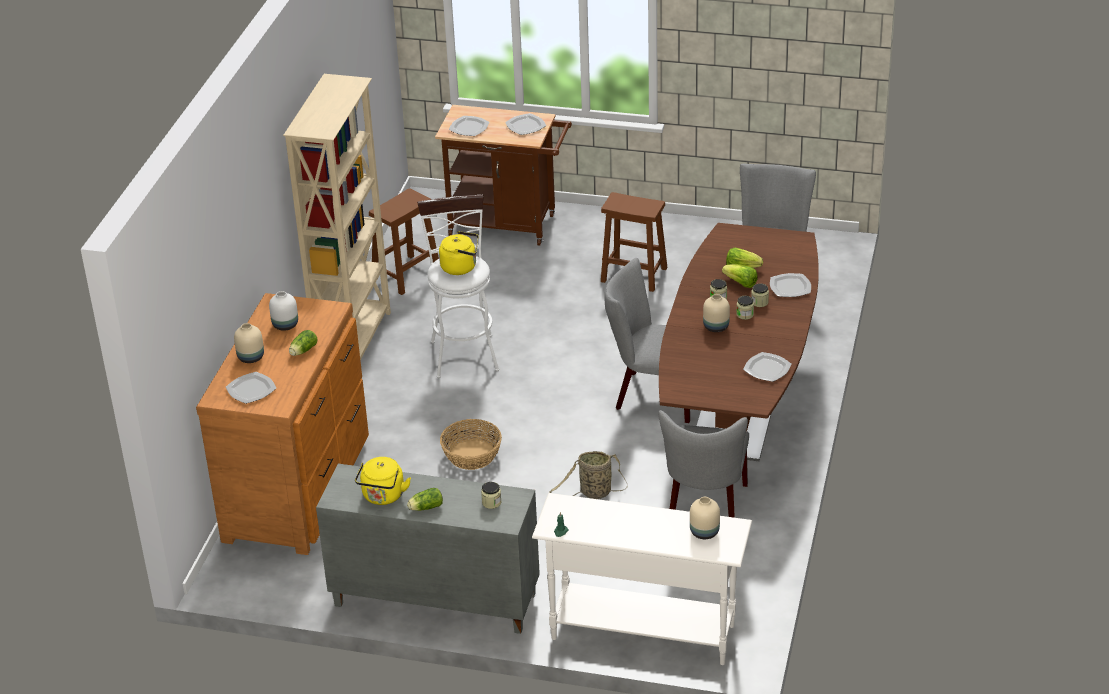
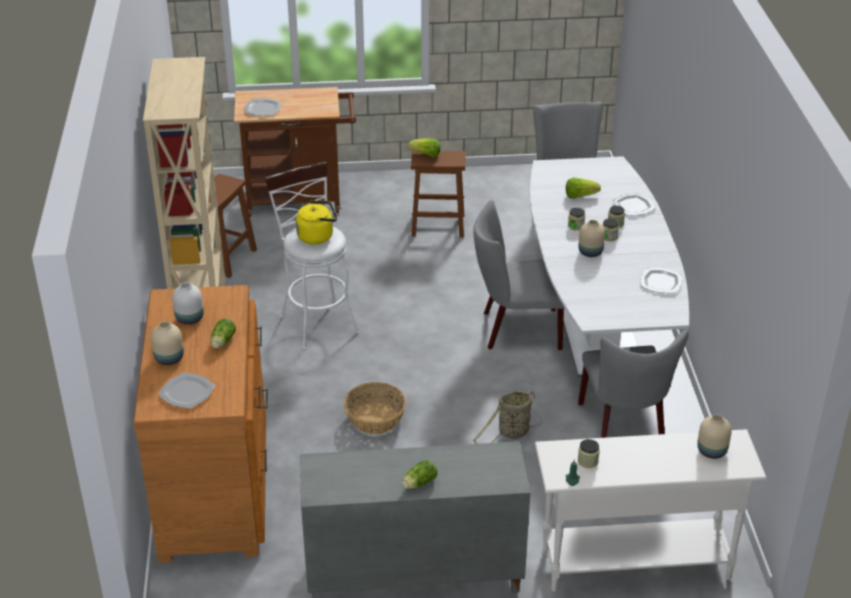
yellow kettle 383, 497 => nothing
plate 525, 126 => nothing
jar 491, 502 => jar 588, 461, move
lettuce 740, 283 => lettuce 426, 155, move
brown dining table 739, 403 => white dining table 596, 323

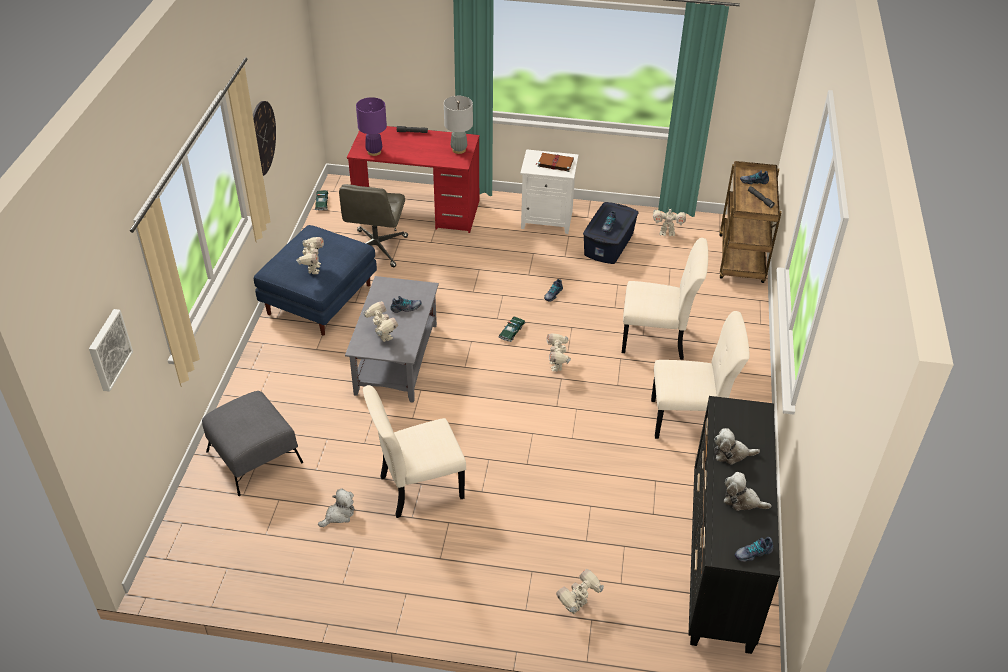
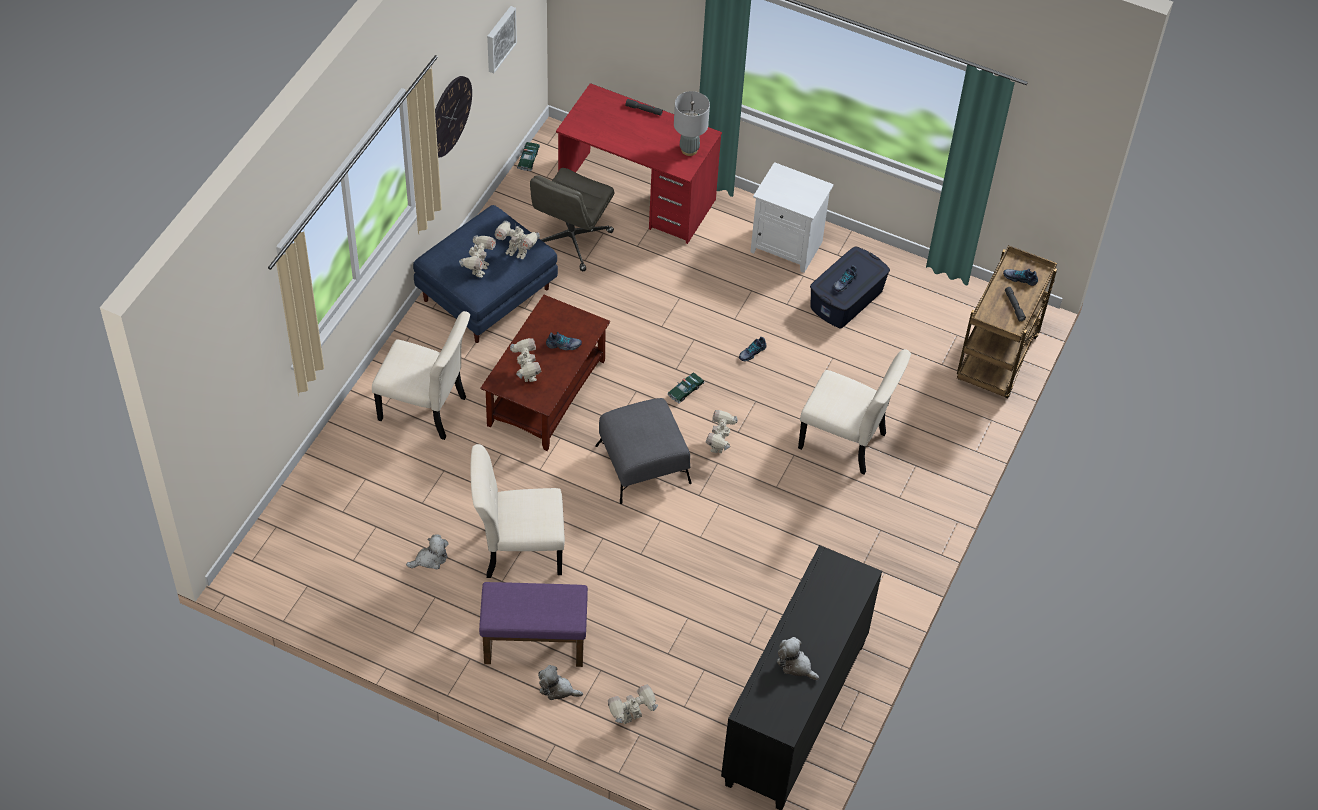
purple table lamp 374, 152 => nothing
brown book 554, 163 => nothing
shoe 752, 553 => nothing
nothing => purple ottoman 533, 644
picture 108, 349 => picture 499, 38, move
grey ottoman 254, 456 => grey ottoman 643, 463, move
beige chair 689, 420 => beige chair 426, 410, move
toy robot 667, 233 => toy robot 517, 252, move
plush toy 731, 454 => plush toy 557, 689, move
grey coffee table 396, 358 => brown coffee table 546, 392

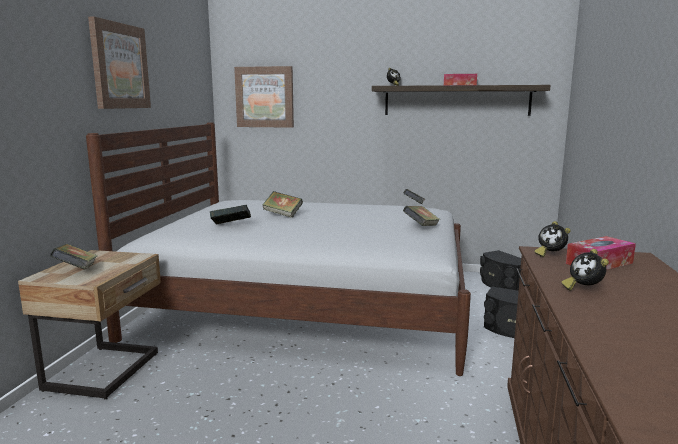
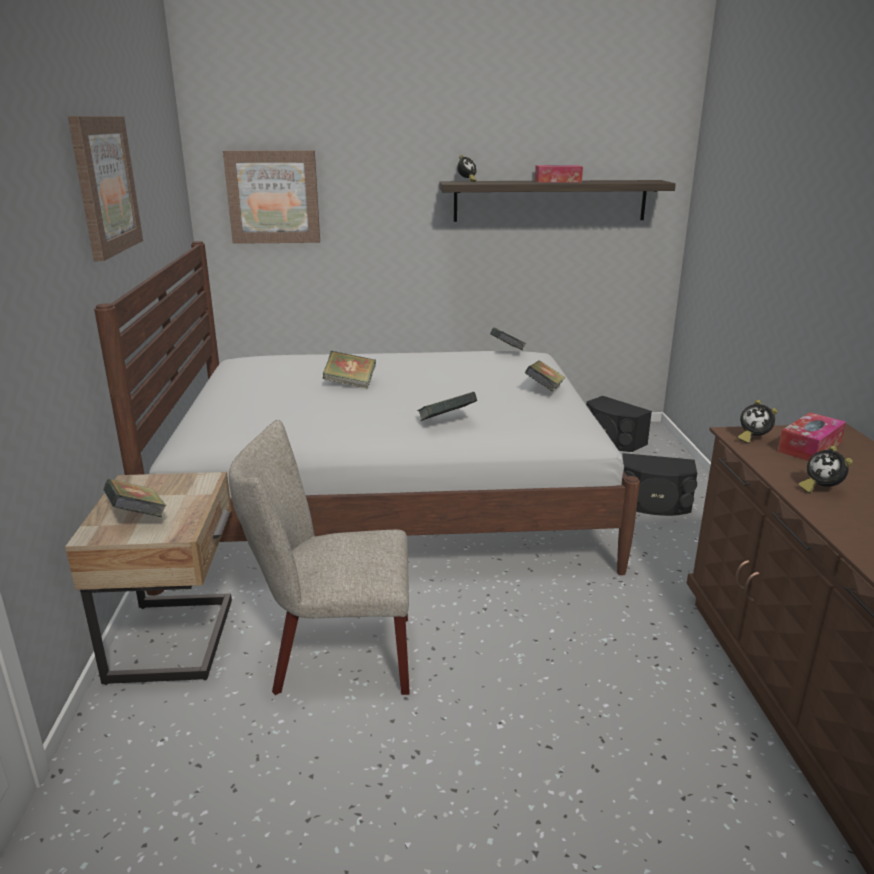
nothing => beige chair 333, 656
book 231, 226 => book 446, 422, move

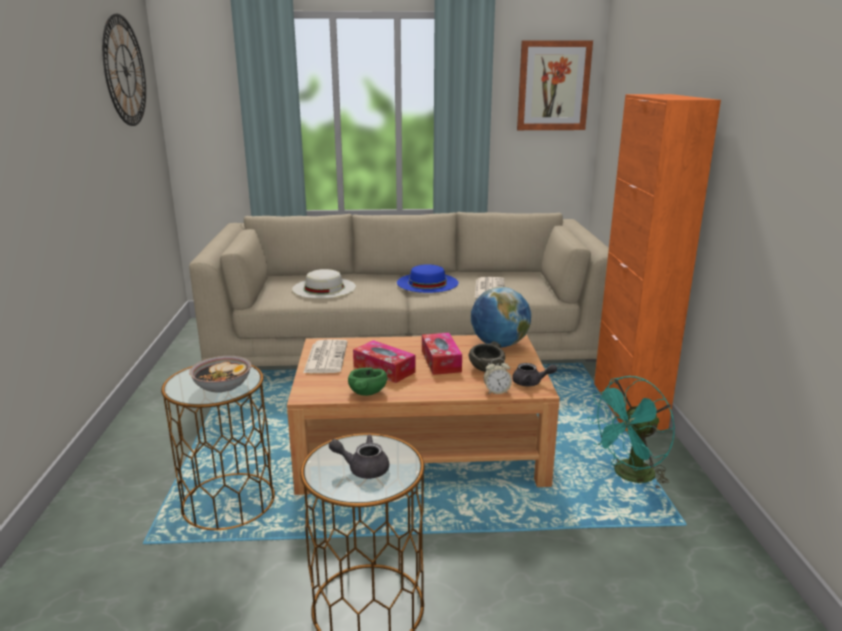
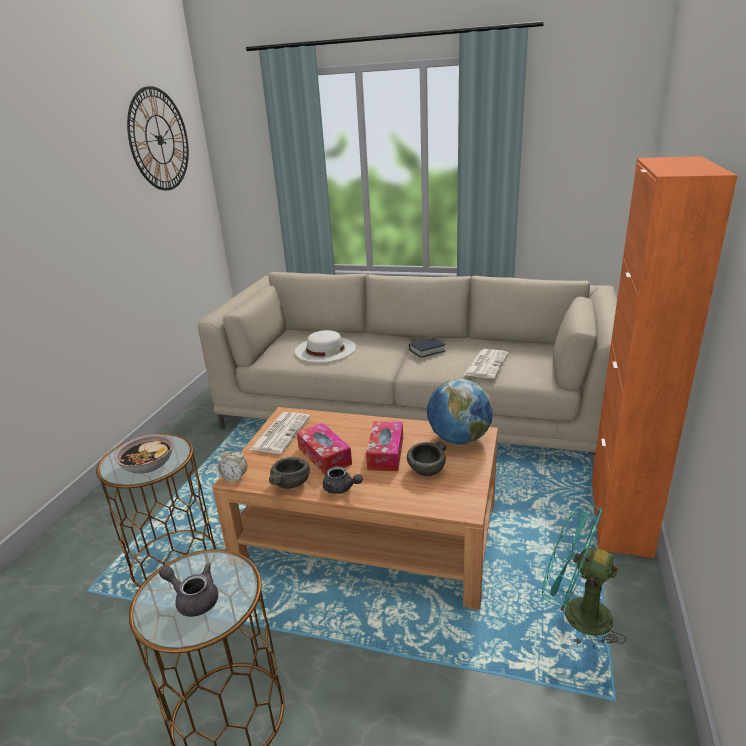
picture 553, 86 => nothing
alarm clock 496, 391 => alarm clock 234, 478, move
grey teapot 531, 383 => grey teapot 341, 489, move
blue hat 427, 282 => book 427, 351
green bowl 367, 392 => grey bowl 290, 483
turquoise fan 629, 476 => turquoise fan 575, 614, 45 degrees clockwise

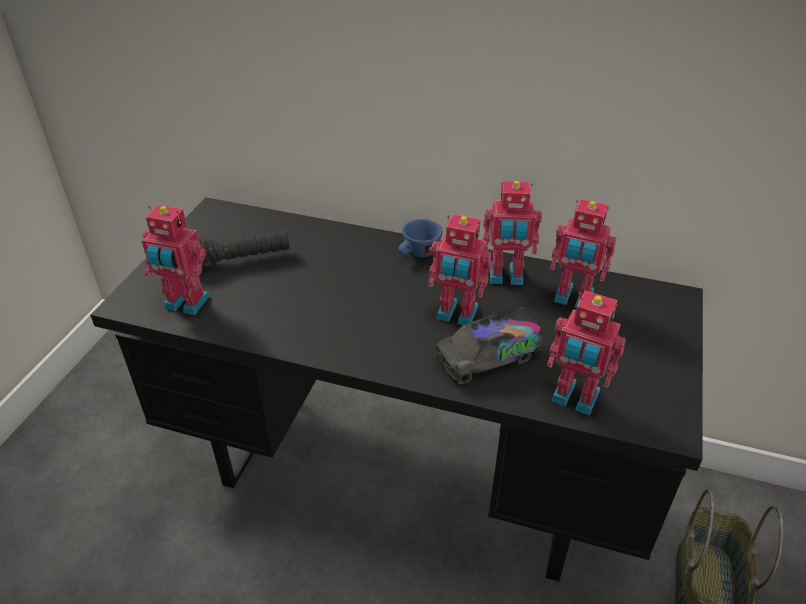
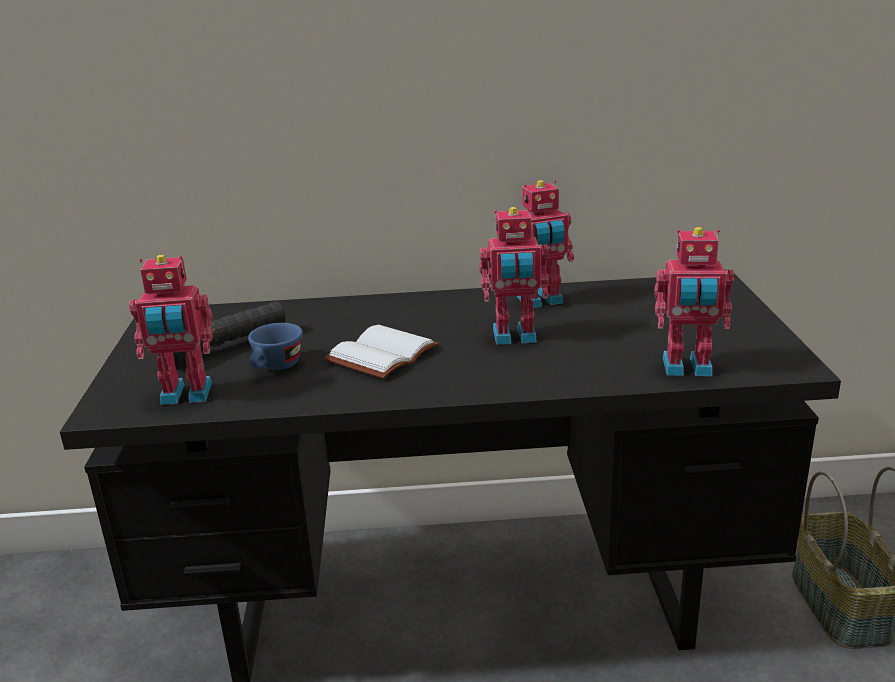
toy truck 488, 358 => nothing
toy robot 573, 298 => nothing
nothing => white book 381, 353
blue cup 418, 253 => blue cup 275, 367, move

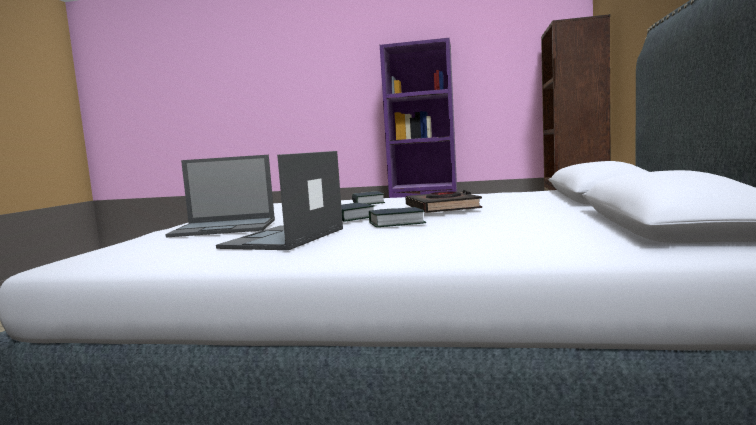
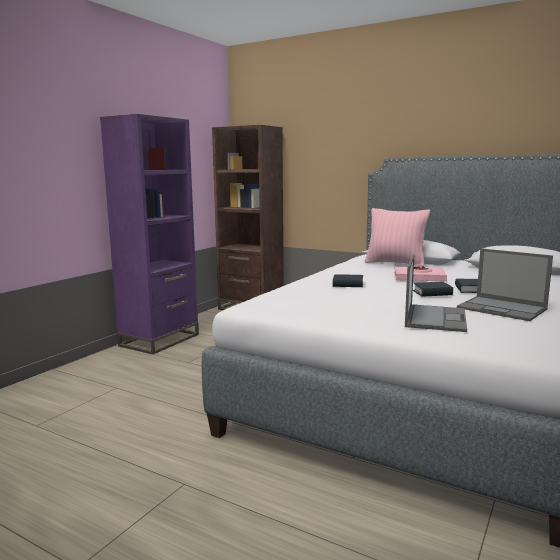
nothing => pink pillow 395, 263
black book 442, 208 => pink book 419, 278

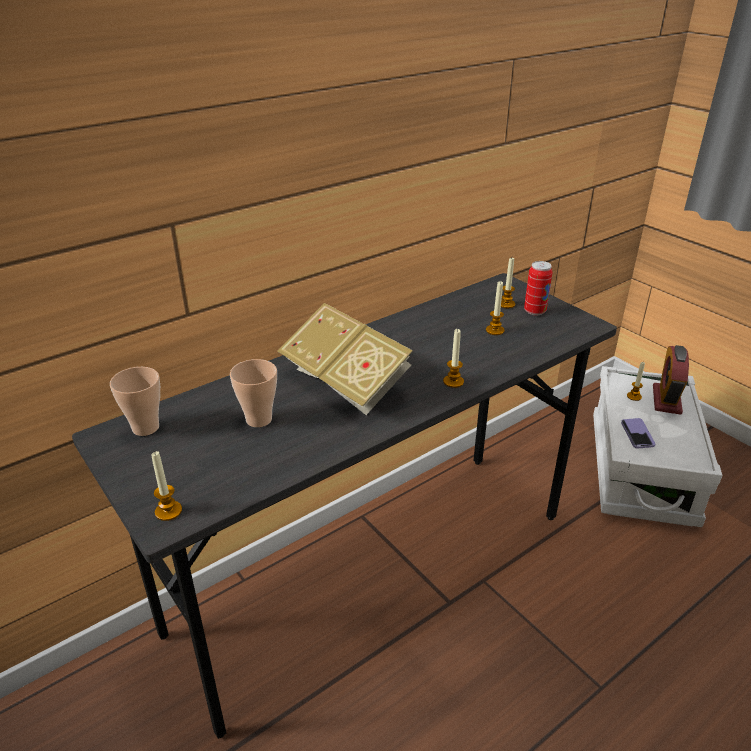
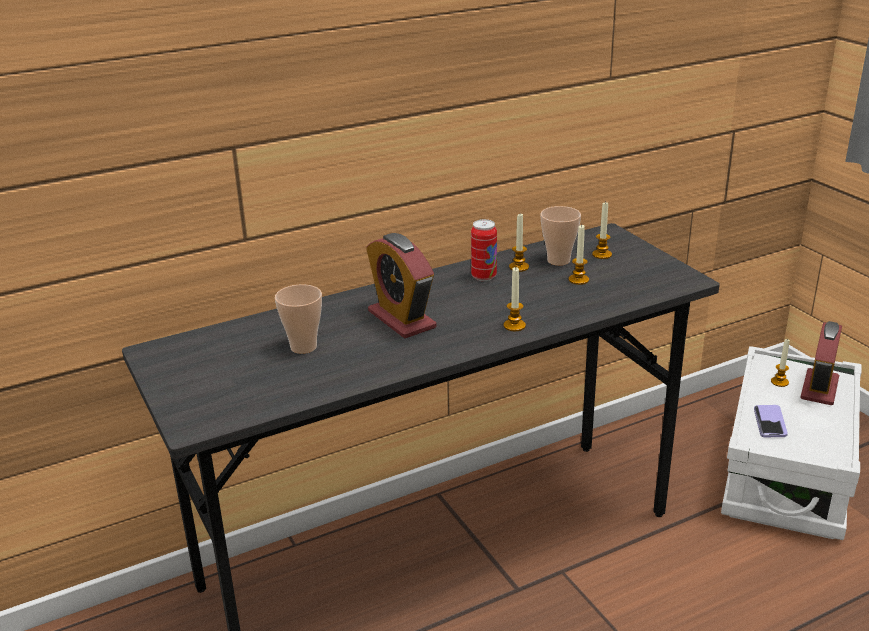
cup 145, 428 => cup 558, 260, move
candle 168, 511 => candle 519, 267, move
can 534, 311 => can 483, 277, move
book 346, 382 => alarm clock 401, 319

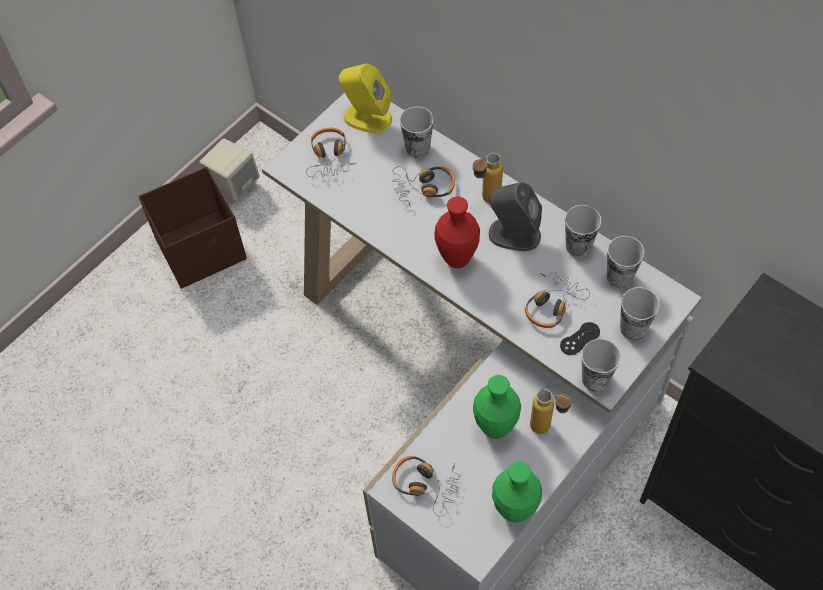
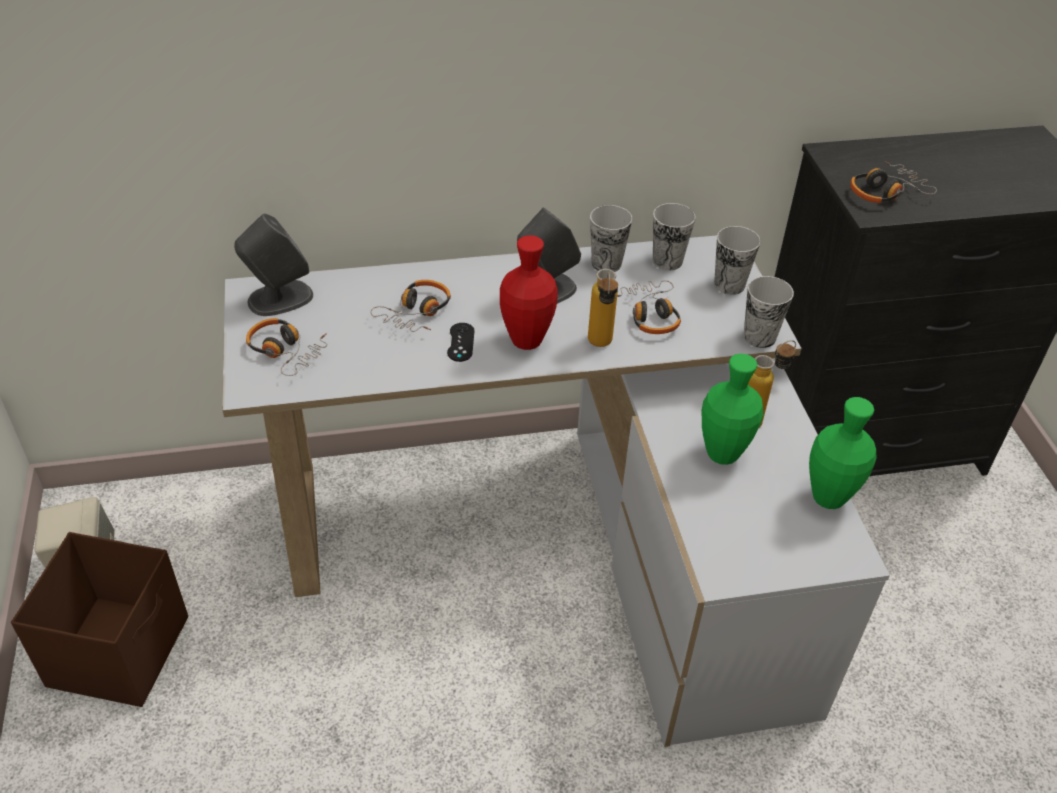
cup 417, 148 => nothing
headphones 425, 484 => headphones 886, 192, move
bottle 485, 201 => bottle 600, 347, move
black game controller 580, 339 => black game controller 461, 342, move
yellow speaker 367, 118 => grey speaker 279, 299

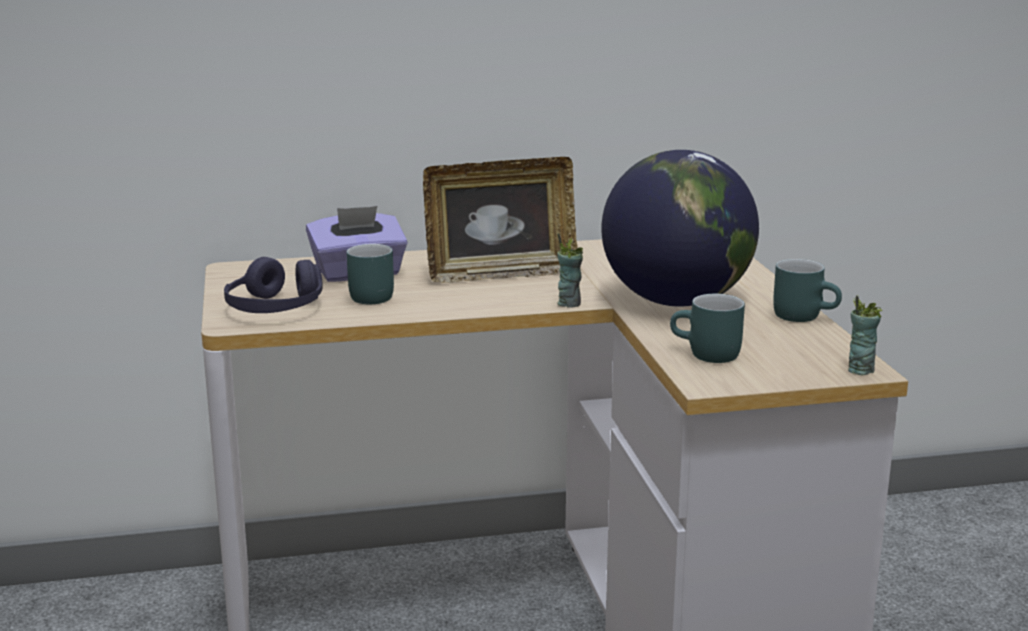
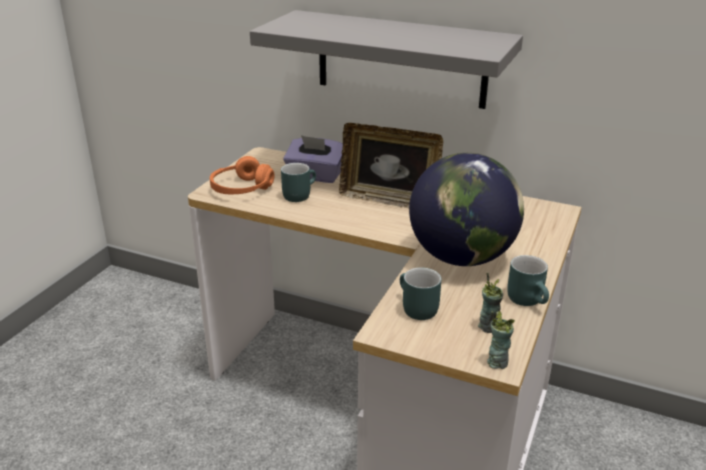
nothing => grey shelf 401, 59
cup 569, 303 => cup 488, 327, move
purple headphones 275, 309 => orange headphones 241, 189

